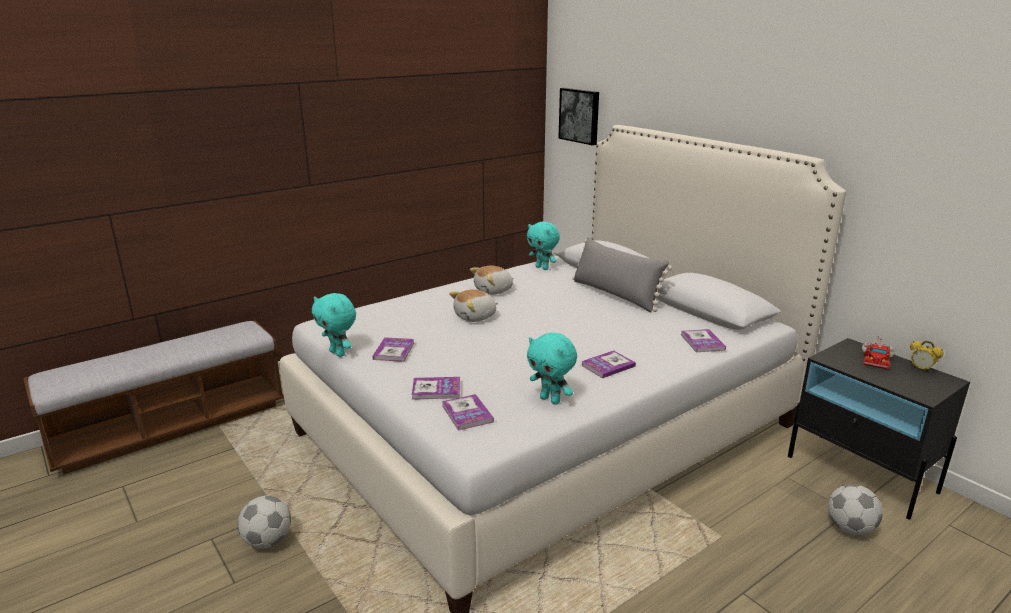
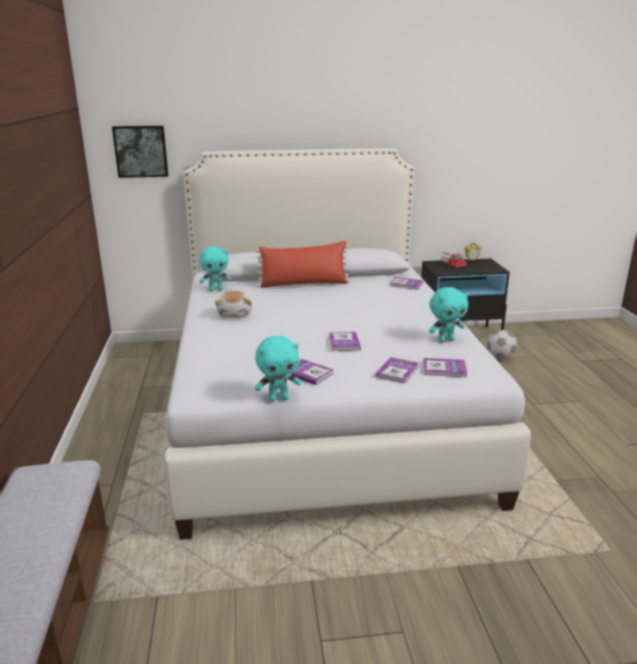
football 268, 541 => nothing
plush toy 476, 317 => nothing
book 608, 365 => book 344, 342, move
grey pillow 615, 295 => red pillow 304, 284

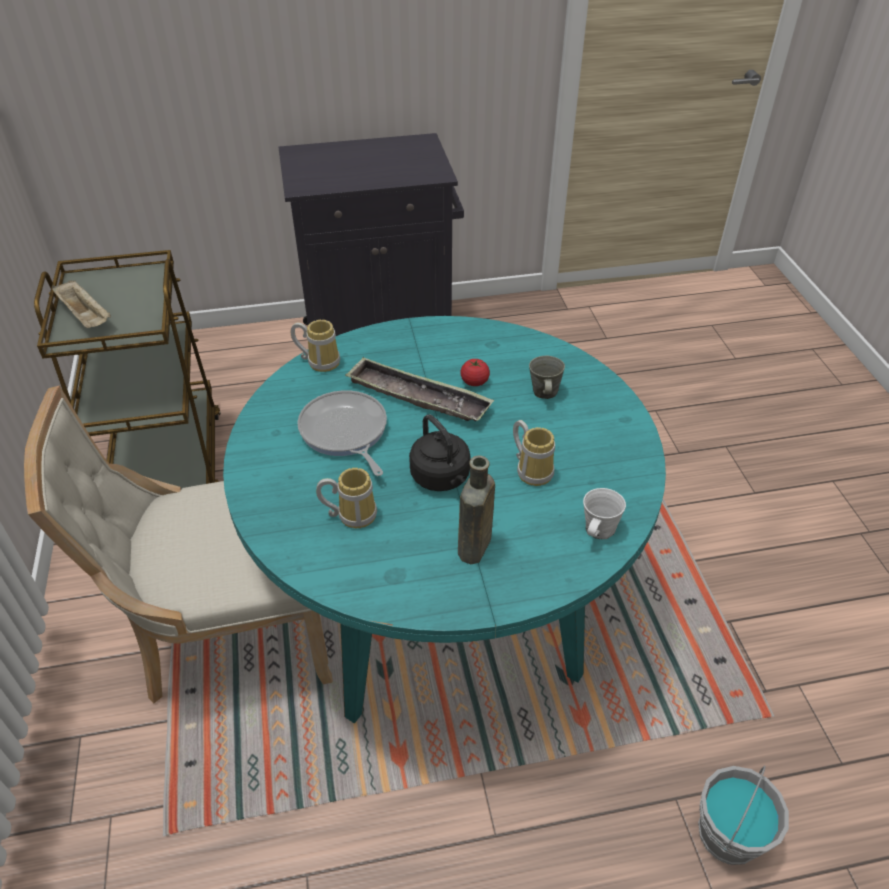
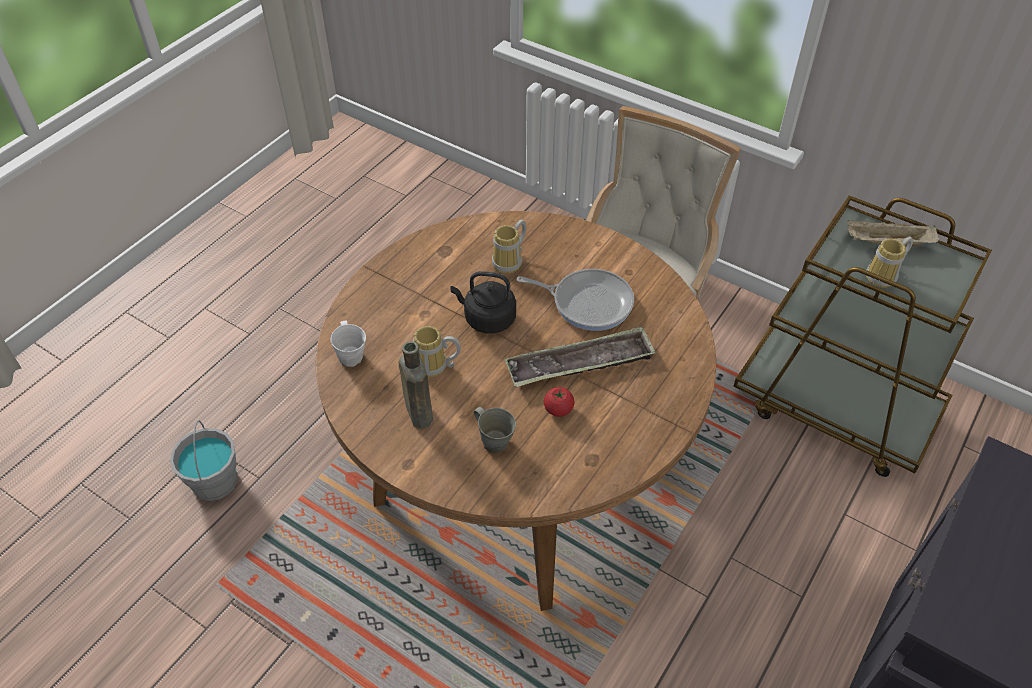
mug 320, 361 => mug 885, 276, move
brown bottle 473, 549 => brown bottle 418, 411, move
turquoise dining table 444, 603 => brown dining table 515, 478

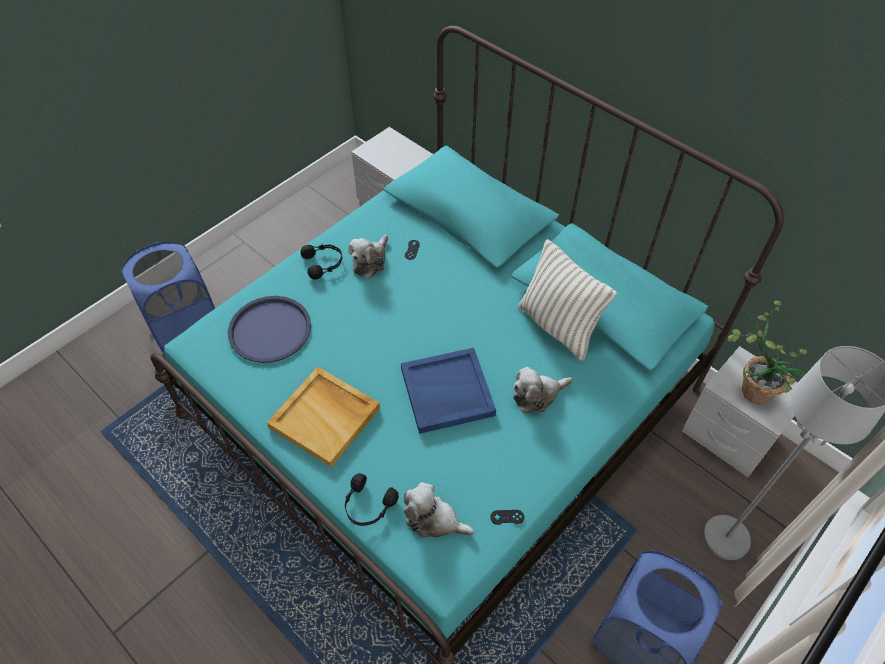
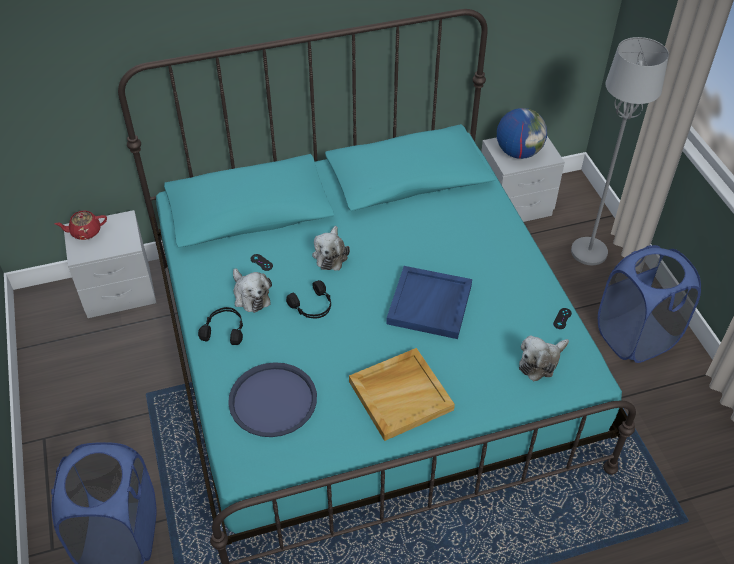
pillow 558, 326 => nothing
nothing => red teapot 85, 232
black headphones 368, 506 => black headphones 313, 307, move
plush toy 537, 395 => plush toy 331, 254, move
potted plant 751, 385 => globe 518, 152

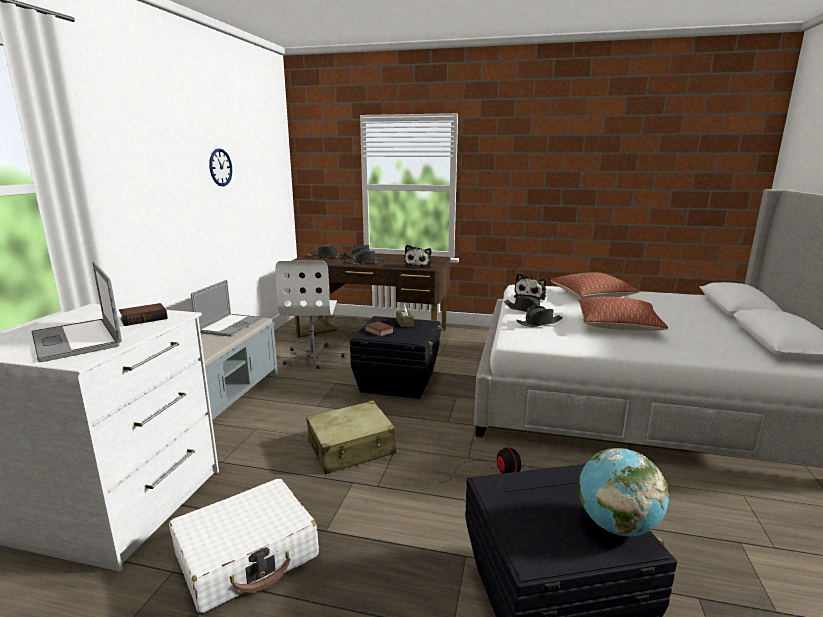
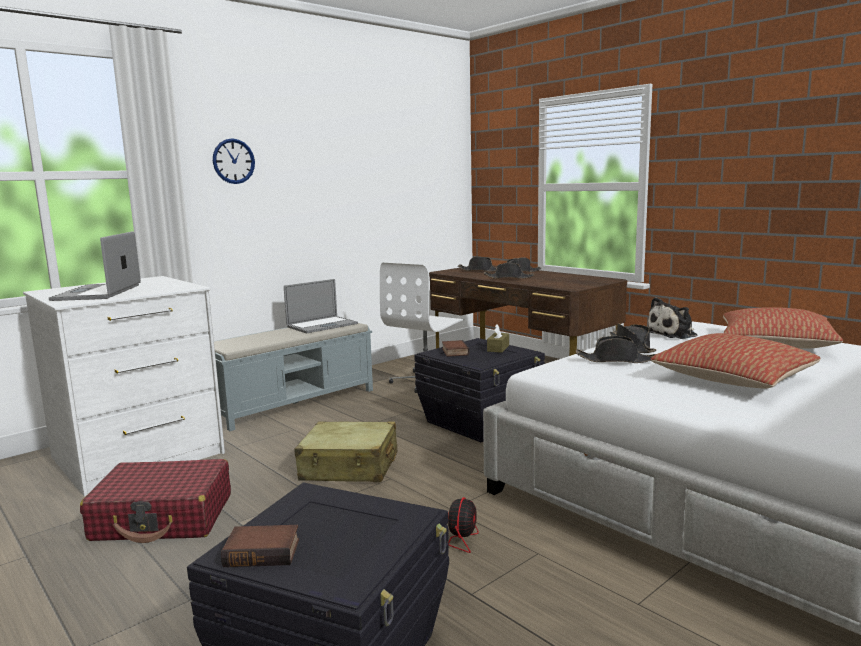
plush toy 418, 265 => nothing
globe 616, 525 => nothing
book 144, 318 => book 263, 551, move
wall clock 220, 167 => wall clock 233, 161, move
white suitcase 247, 556 => red suitcase 163, 517

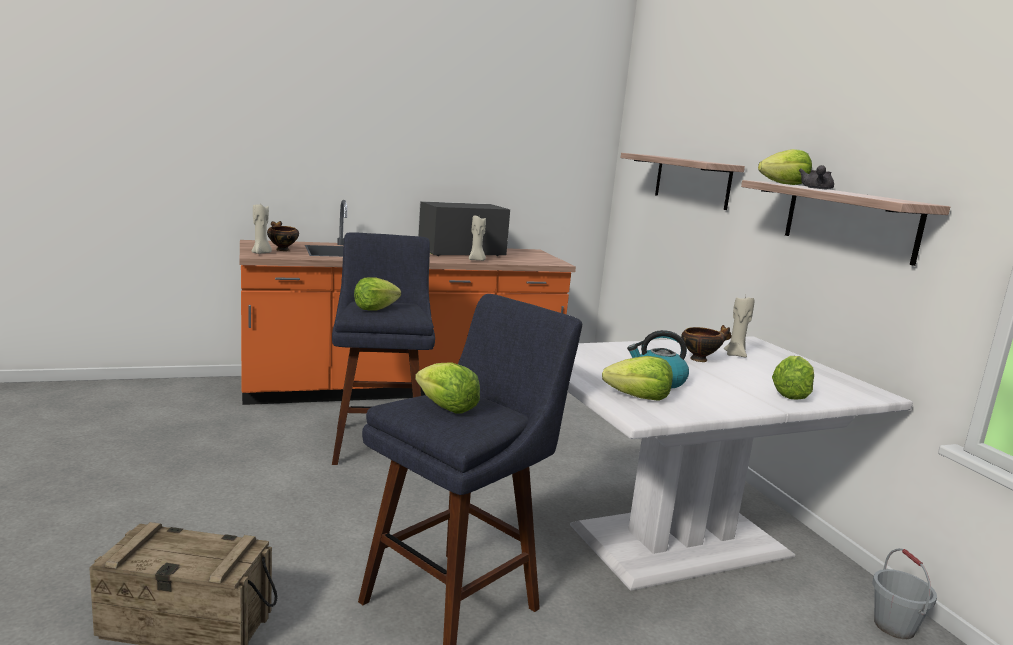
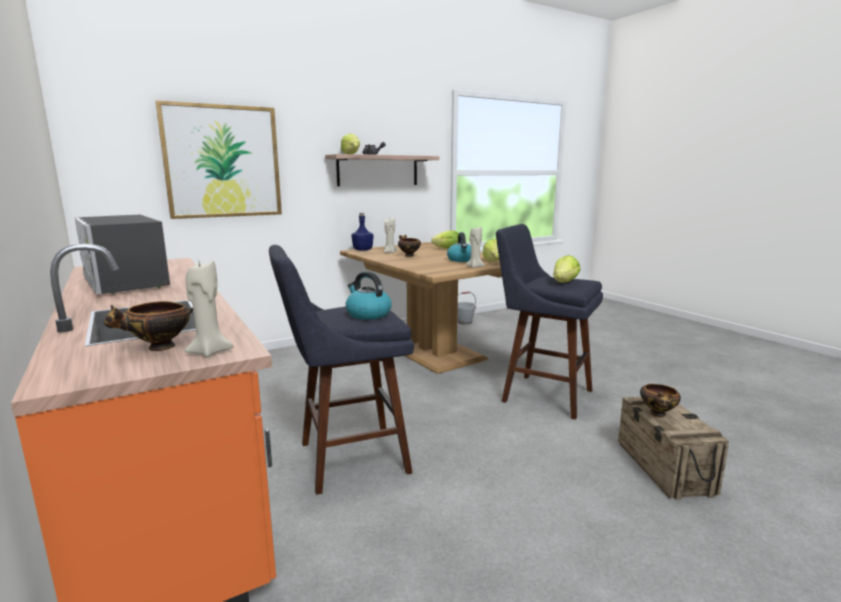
nothing => blue bottle 363, 250
nothing => bowl 658, 414
beige candle 476, 260 => beige candle 475, 267, move
lettuce 375, 308 => kettle 367, 314
shelf 691, 181 => picture 223, 162
white dining table 678, 539 => brown dining table 429, 350

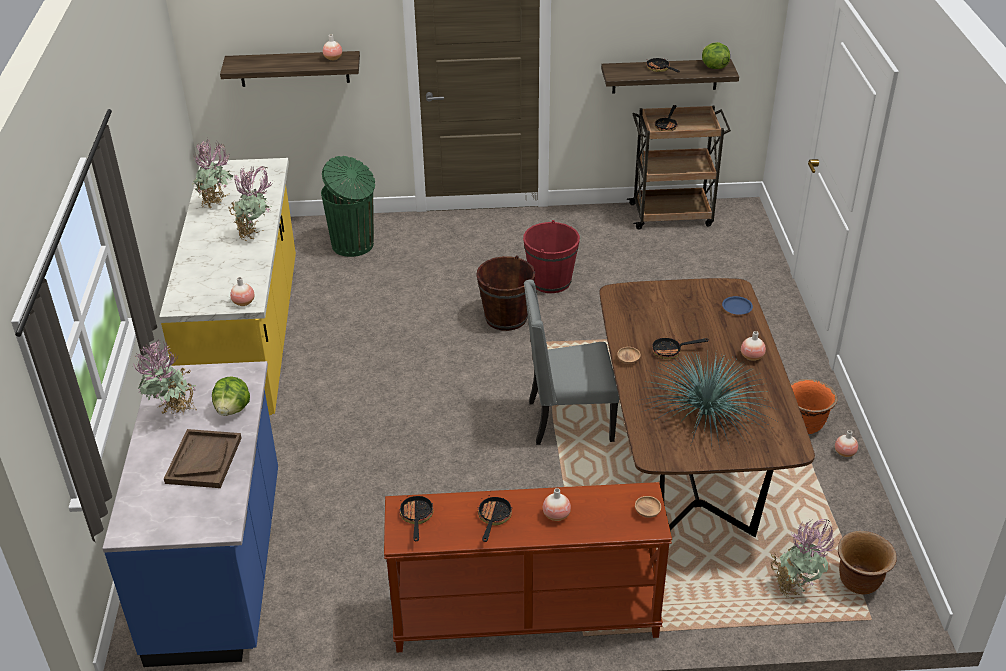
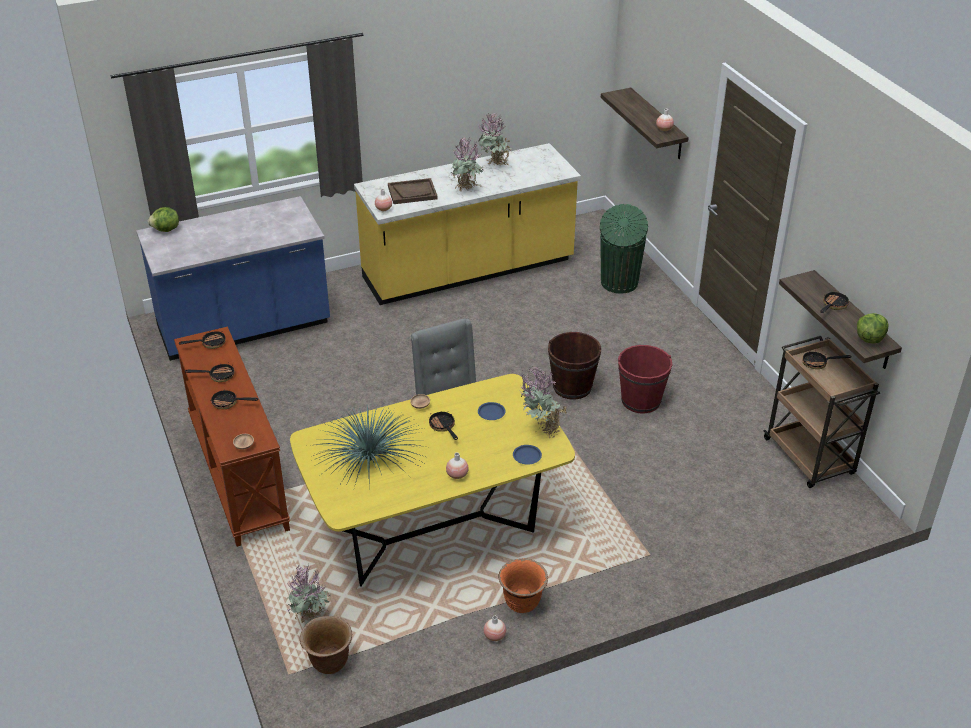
nothing => blue plate 491, 413
potted plant 174, 415 => potted plant 541, 431, move
brown tray 203, 460 => brown tray 412, 192, move
lettuce 233, 409 => lettuce 166, 230, move
vase 556, 515 => frying pan 228, 403
brown dining table 687, 464 => yellow dining table 434, 531

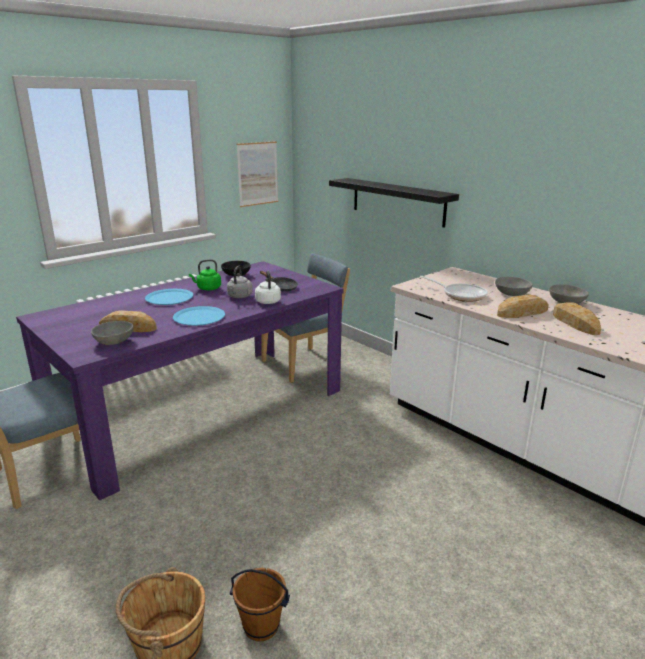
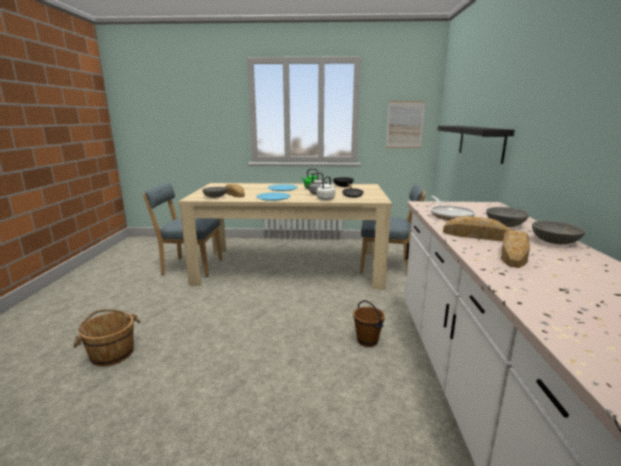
brown bucket 261, 627 => brown bucket 367, 341, move
purple dining table 201, 410 => beige dining table 290, 268

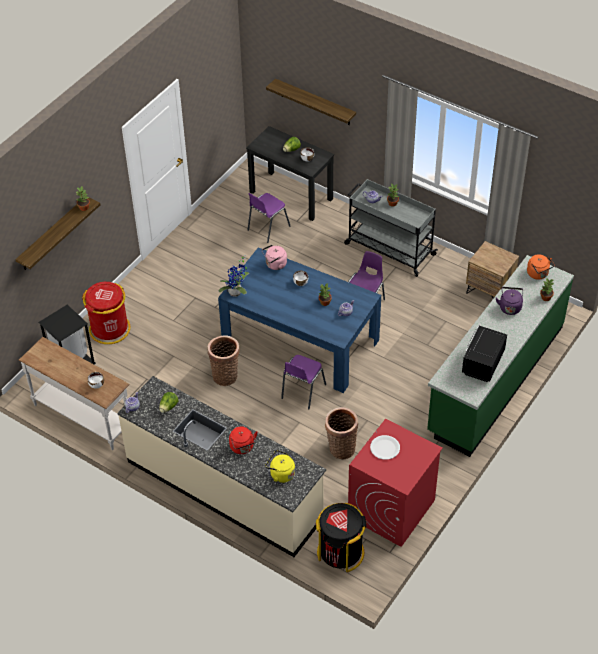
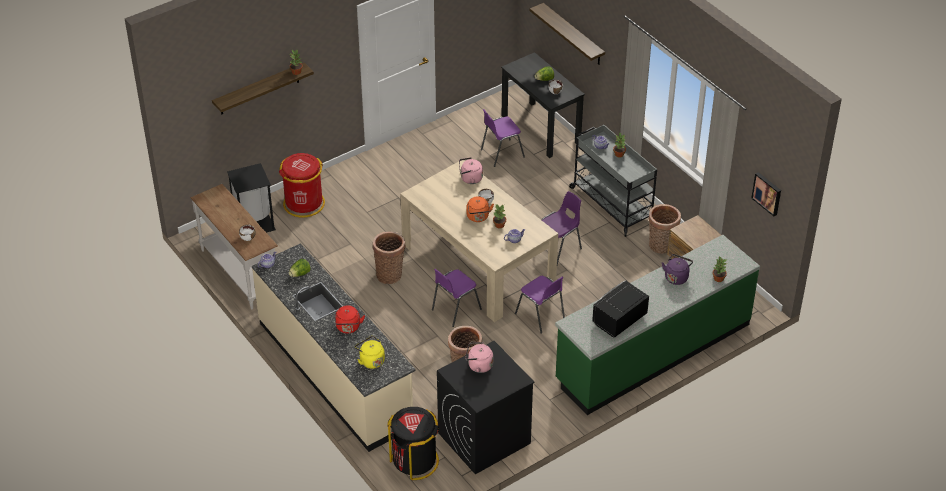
potted plant 236, 293 => nothing
nothing => purple chair 540, 316
nothing => basket 661, 246
nothing => picture 767, 193
orange kettle 538, 274 => orange kettle 478, 217, move
white plate 385, 448 => pink kettle 478, 365
blue dining table 300, 341 => beige dining table 478, 264
red washing machine 391, 509 => black washing machine 484, 438

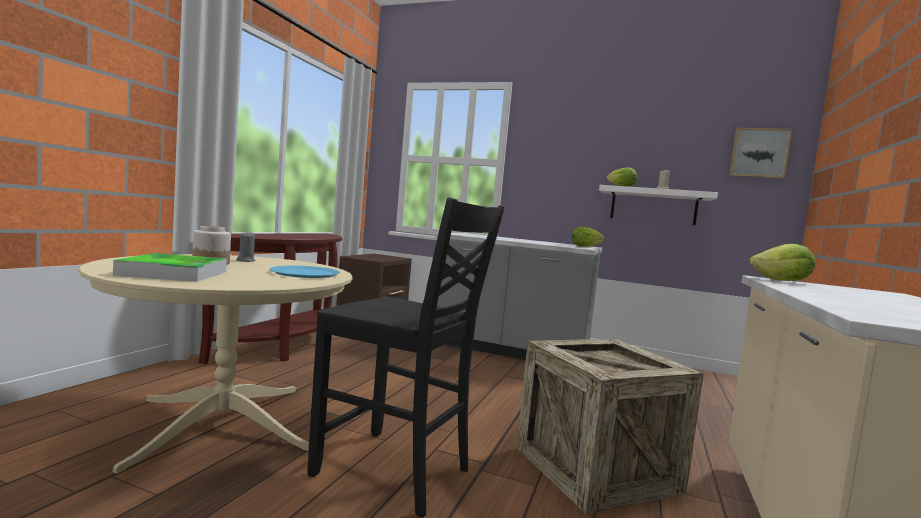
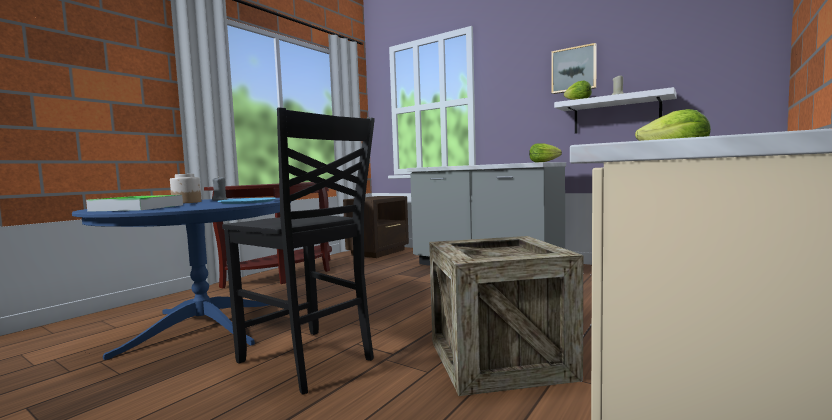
picture 759, 153 => picture 574, 69, move
beige dining table 223, 423 => blue dining table 203, 326

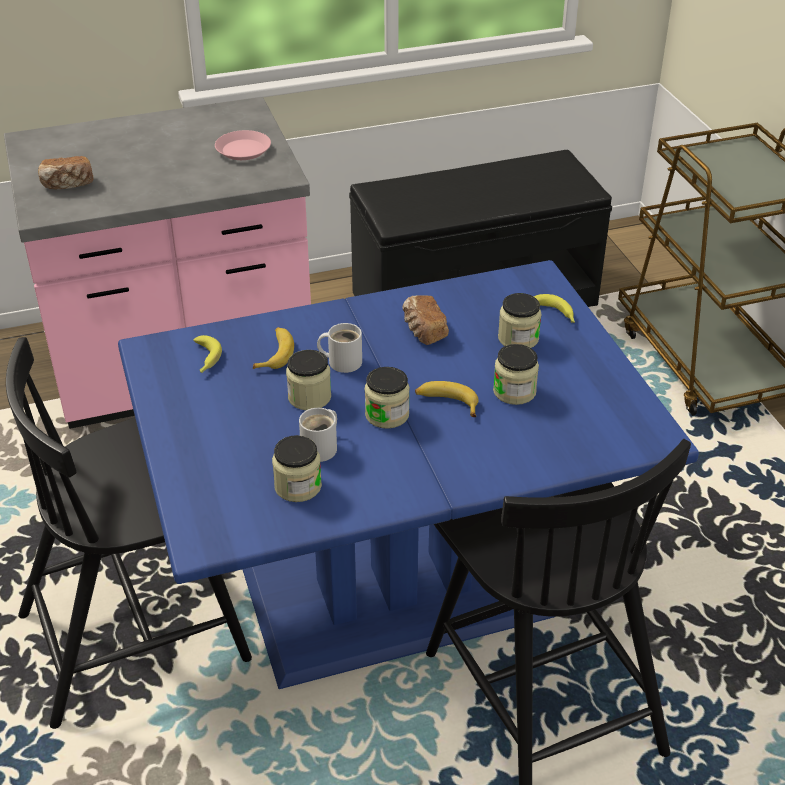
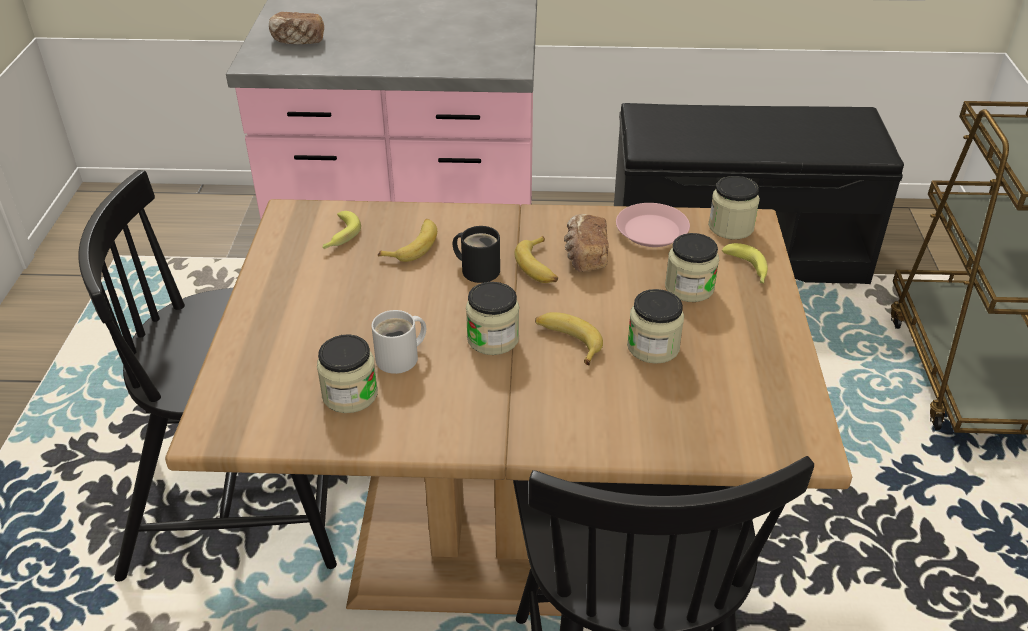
nothing => banana 539, 267
pink plate 243, 150 => pink plate 652, 231, move
jar 309, 397 => jar 731, 227, move
blue dining table 392, 588 => brown dining table 514, 534
white mug 342, 361 => black mug 478, 269

